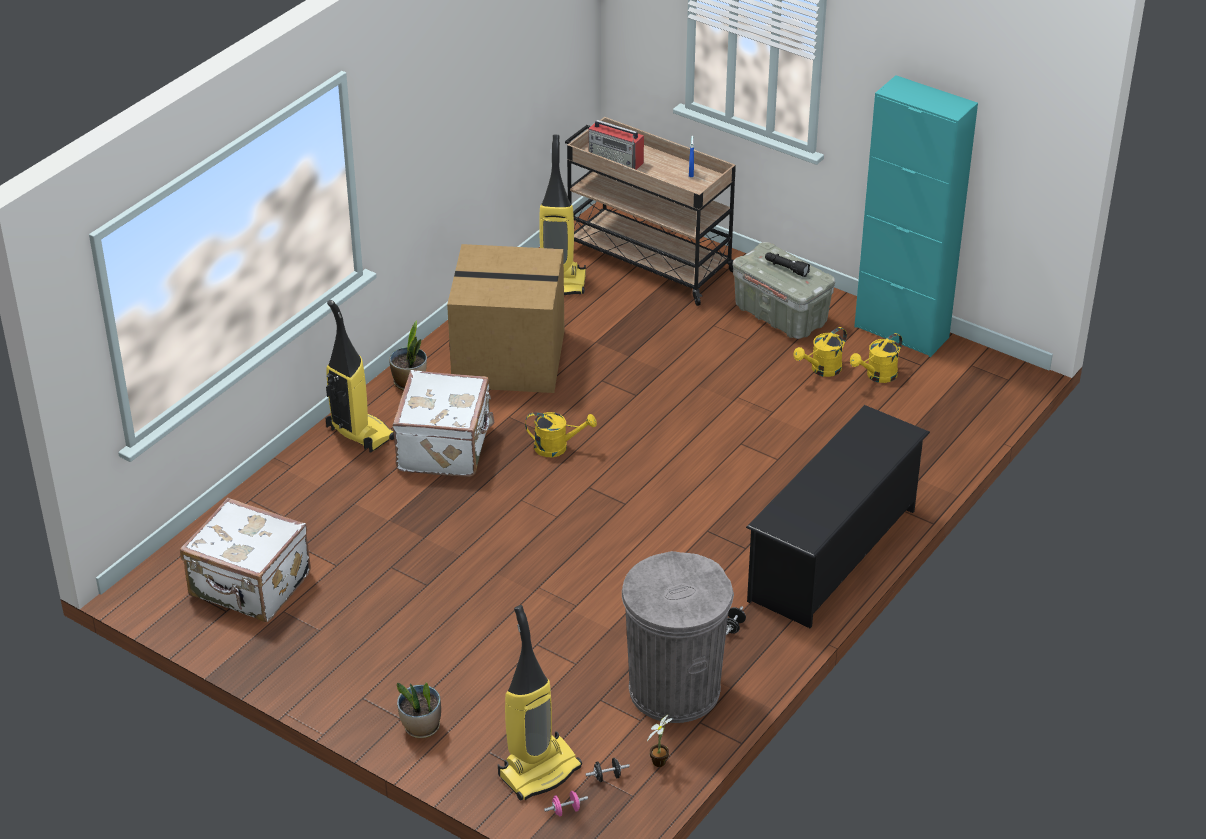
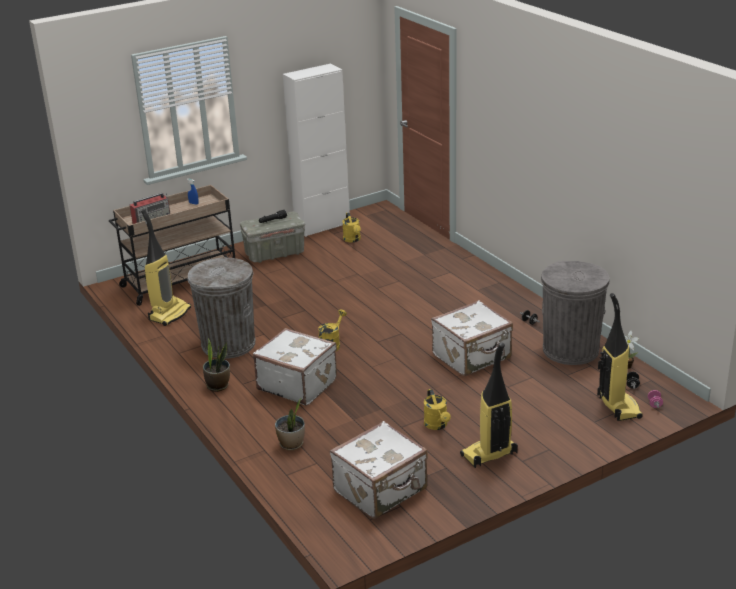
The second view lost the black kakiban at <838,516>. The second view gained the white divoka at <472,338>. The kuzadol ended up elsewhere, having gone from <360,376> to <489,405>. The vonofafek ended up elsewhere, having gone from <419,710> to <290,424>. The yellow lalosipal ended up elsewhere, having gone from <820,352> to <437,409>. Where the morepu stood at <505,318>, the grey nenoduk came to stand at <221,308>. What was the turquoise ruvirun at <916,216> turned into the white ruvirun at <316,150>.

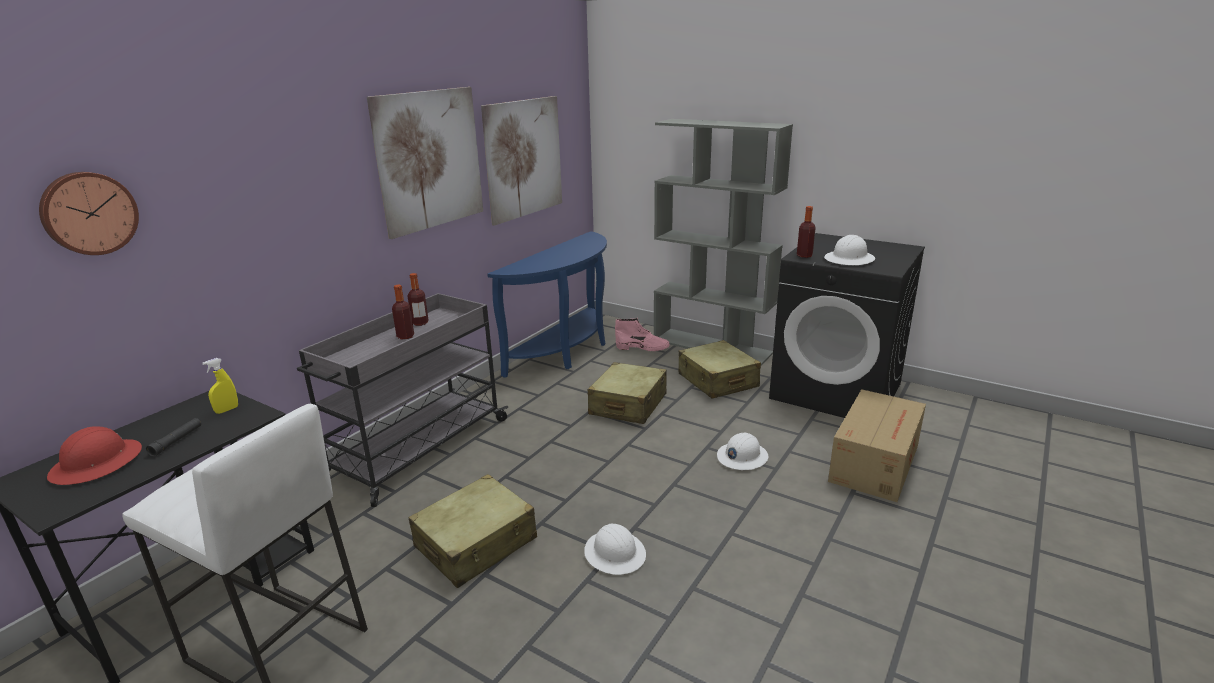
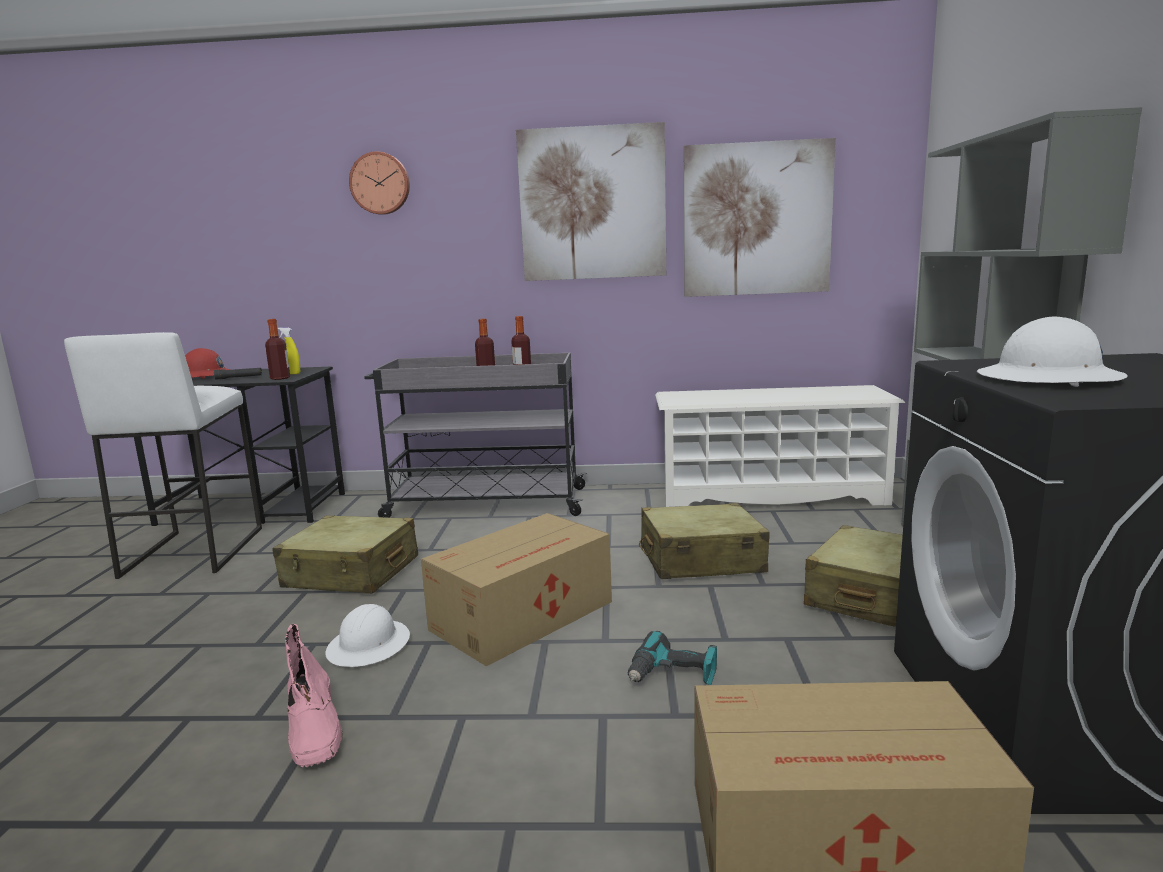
The second view gained the morepu at <516,589>. The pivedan ended up elsewhere, having gone from <89,213> to <379,183>. The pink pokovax ended up elsewhere, having gone from <642,334> to <314,695>. The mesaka ended up elsewhere, having gone from <806,232> to <277,349>. Where the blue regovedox stood at <547,304>, the white kakiban came to stand at <780,446>. Where the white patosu stood at <743,451>, the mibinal came to stand at <672,658>.

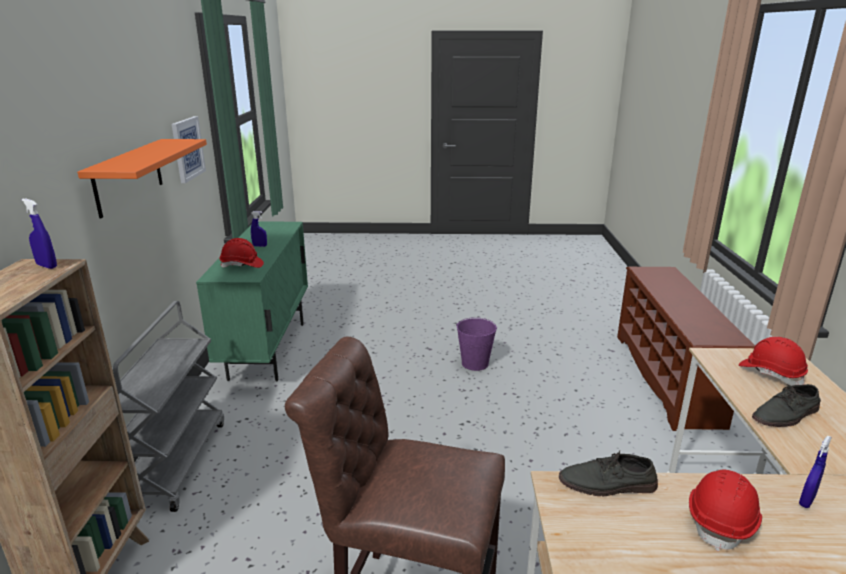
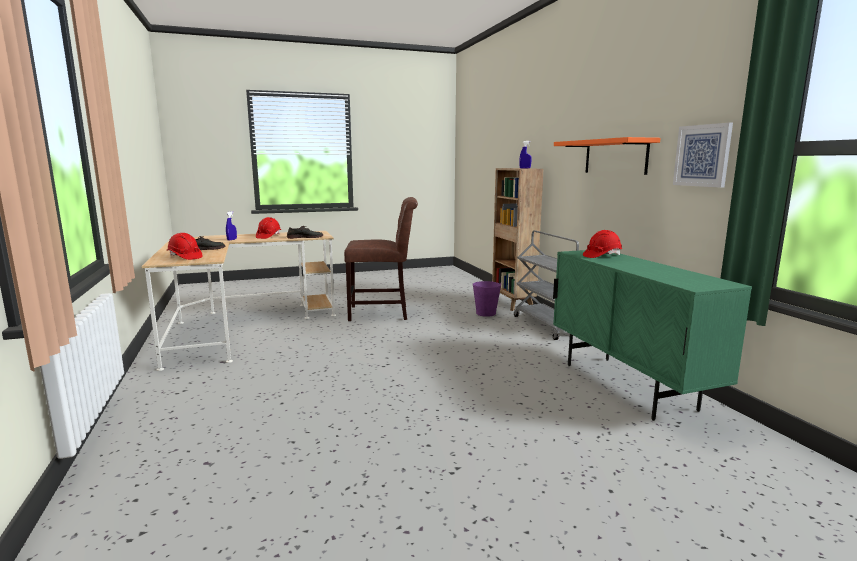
The second view lost the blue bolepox at <259,229>. The second view lost the brown kakiban at <686,349>. The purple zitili ended up elsewhere, having gone from <476,344> to <487,299>.

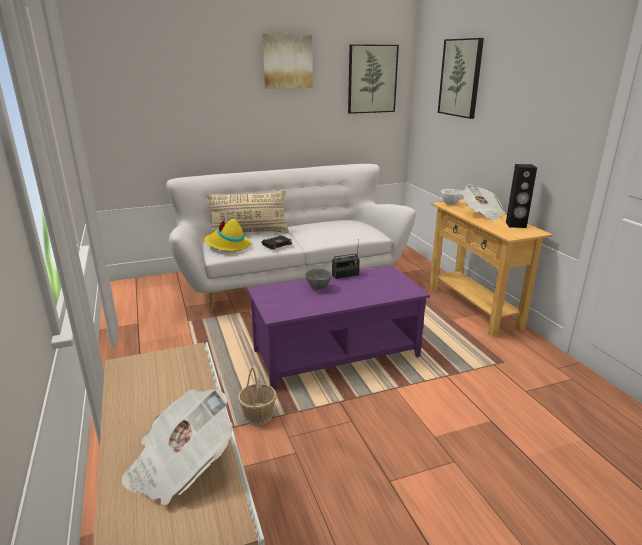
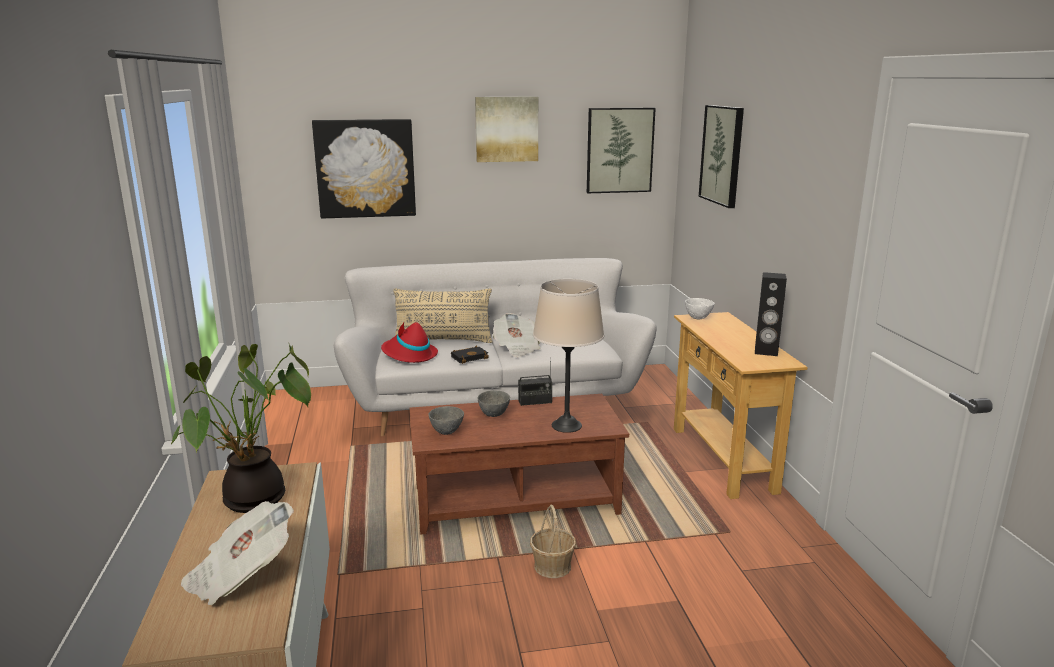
The second view gained the vonofafek at <241,428>. The second view gained the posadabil at <364,168>. The second view gained the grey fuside at <446,420>. The second view gained the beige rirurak at <568,356>. The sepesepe ended up elsewhere, having gone from <257,396> to <553,541>. The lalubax ended up elsewhere, having gone from <483,202> to <517,335>. What was the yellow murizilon at <227,235> turned into the red murizilon at <409,342>. What was the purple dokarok at <338,327> turned into the brown dokarok at <519,464>.

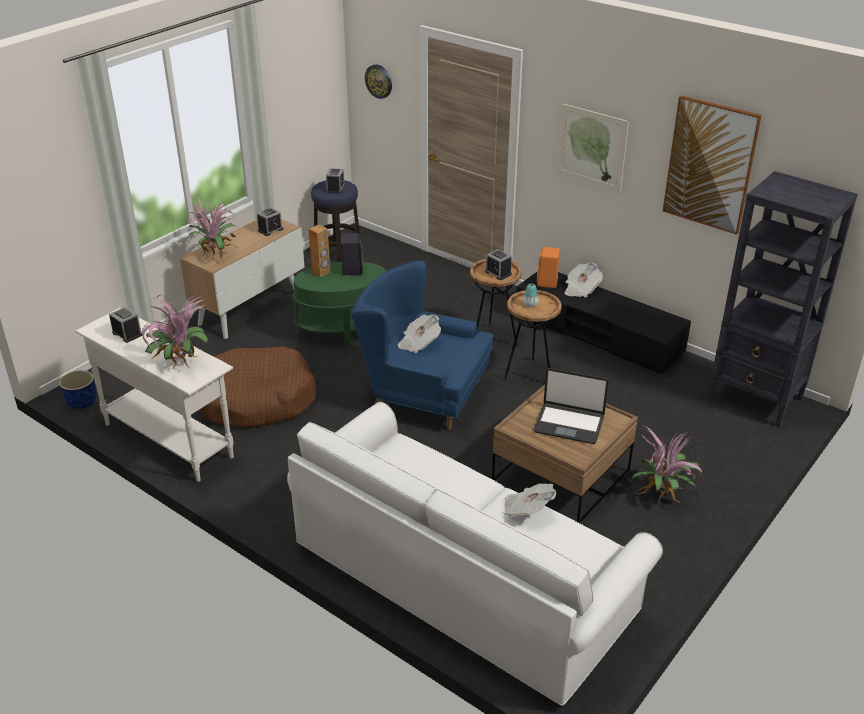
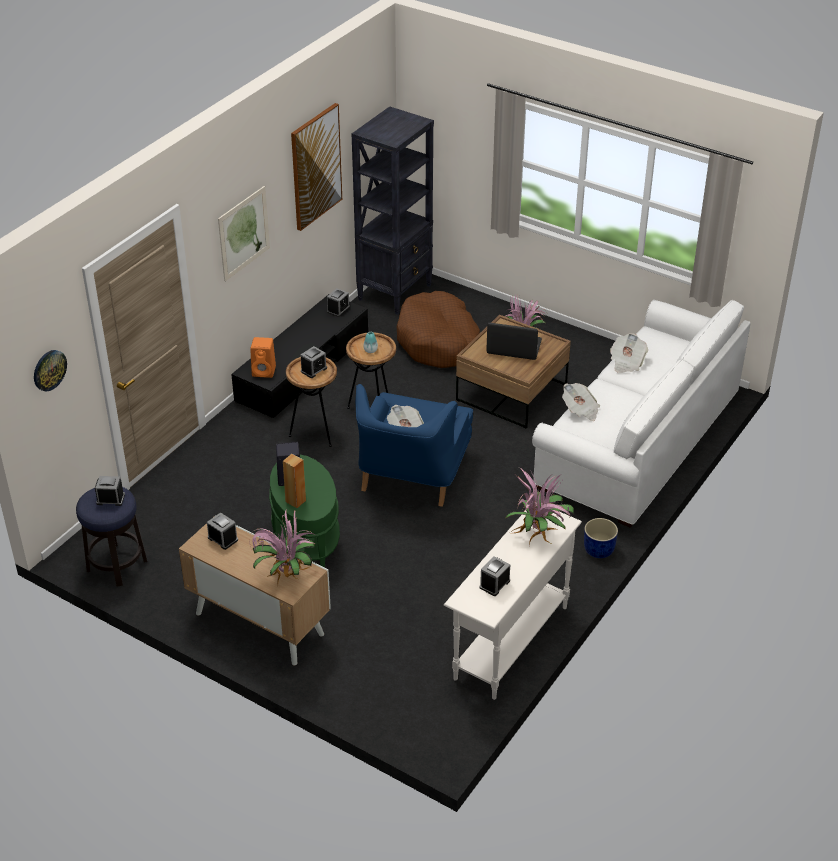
The second view gained the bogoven at <338,302>. The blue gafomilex ended up elsewhere, having gone from <78,390> to <601,538>. The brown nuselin ended up elsewhere, having gone from <258,387> to <438,329>. The lalubax ended up elsewhere, having gone from <584,280> to <581,402>. The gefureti at <571,406> ended up facing another way, 90 degrees counterclockwise from before.

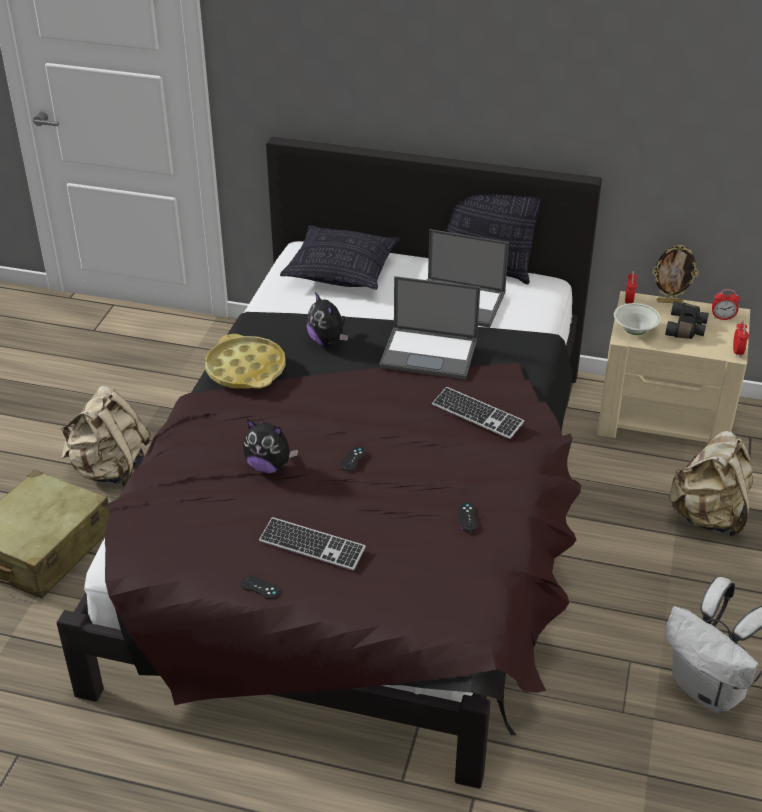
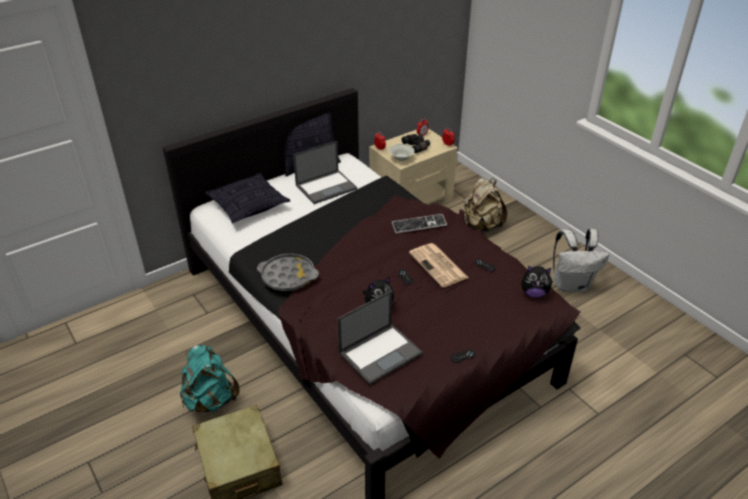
The second view lost the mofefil at <312,543>. The second view lost the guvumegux at <676,274>. The second view gained the lalubax at <438,265>. The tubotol ended up elsewhere, having gone from <327,319> to <537,281>. The gefureti ended up elsewhere, having gone from <429,327> to <380,337>. What was the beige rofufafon at <106,436> turned into the turquoise rofufafon at <209,378>. What was the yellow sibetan at <245,361> turned into the grey sibetan at <288,272>.

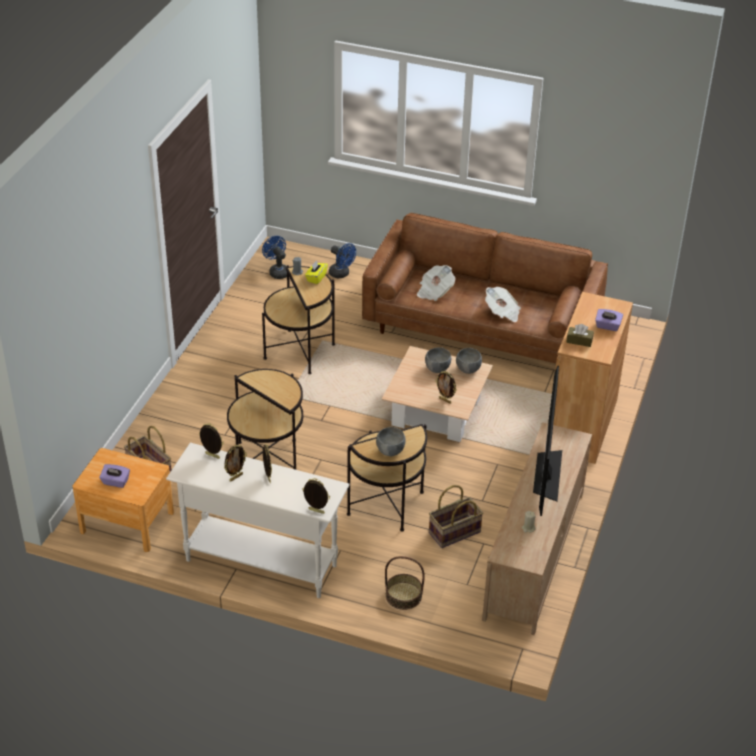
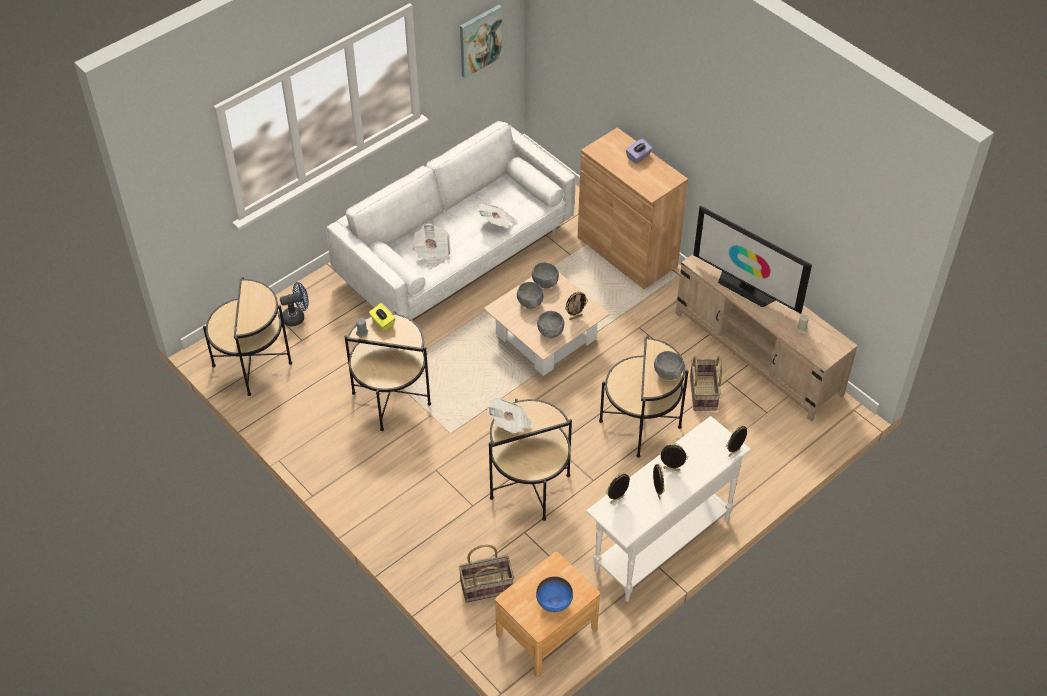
The second view lost the sepesepe at <405,583>. The second view lost the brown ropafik at <580,335>. The second view gained the posadabil at <481,41>. The second view gained the lalubax at <510,416>. The second view gained the grey fuside at <550,324>. Where the purple ropafik stood at <114,476>, the blue fuside came to stand at <554,594>. Where the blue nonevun stood at <274,257>, the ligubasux came to stand at <247,336>. What was the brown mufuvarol at <485,288> turned into the white mufuvarol at <451,220>.

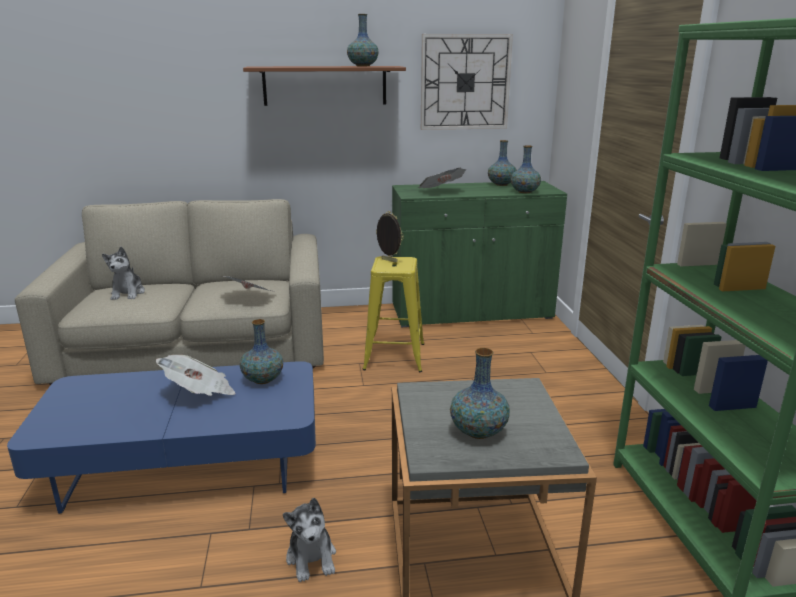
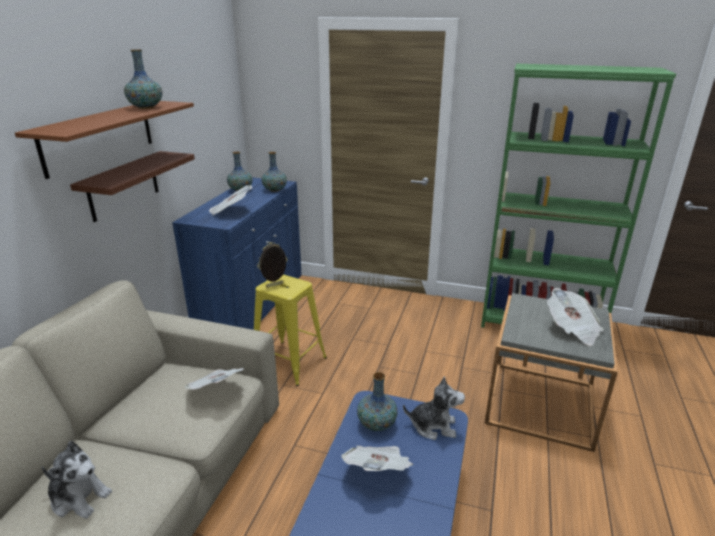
The second view lost the pivedan at <467,82>. The second view gained the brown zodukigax at <132,186>. The tubotol ended up elsewhere, having gone from <309,540> to <434,408>. Where the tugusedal stood at <480,393>, the lalubax came to stand at <575,317>. What was the green ruvirun at <479,254> turned into the blue ruvirun at <236,253>.

